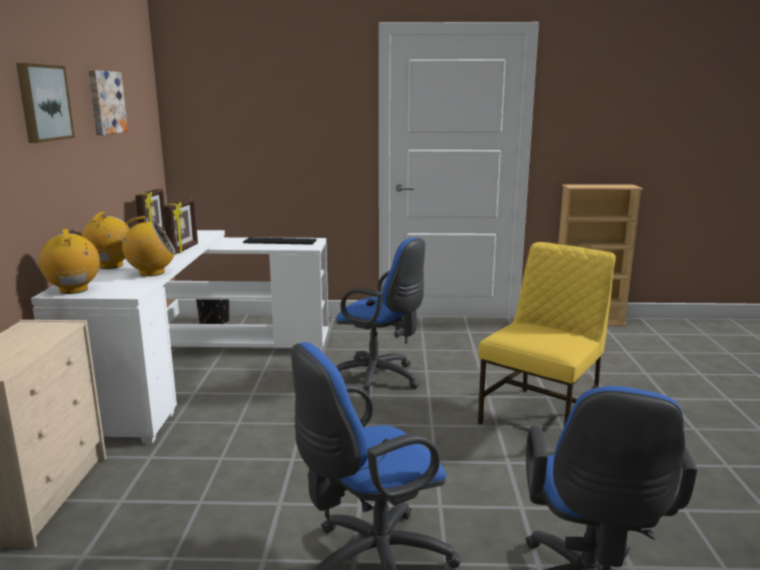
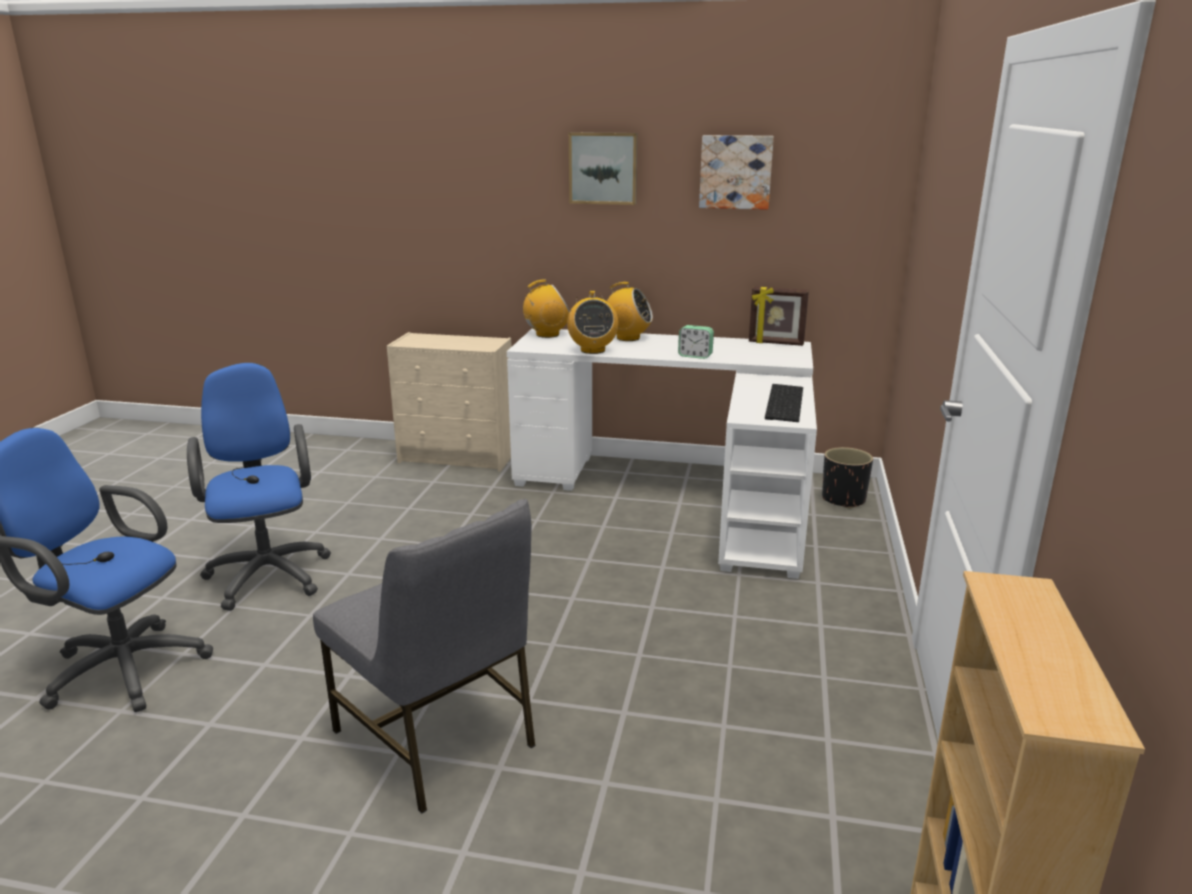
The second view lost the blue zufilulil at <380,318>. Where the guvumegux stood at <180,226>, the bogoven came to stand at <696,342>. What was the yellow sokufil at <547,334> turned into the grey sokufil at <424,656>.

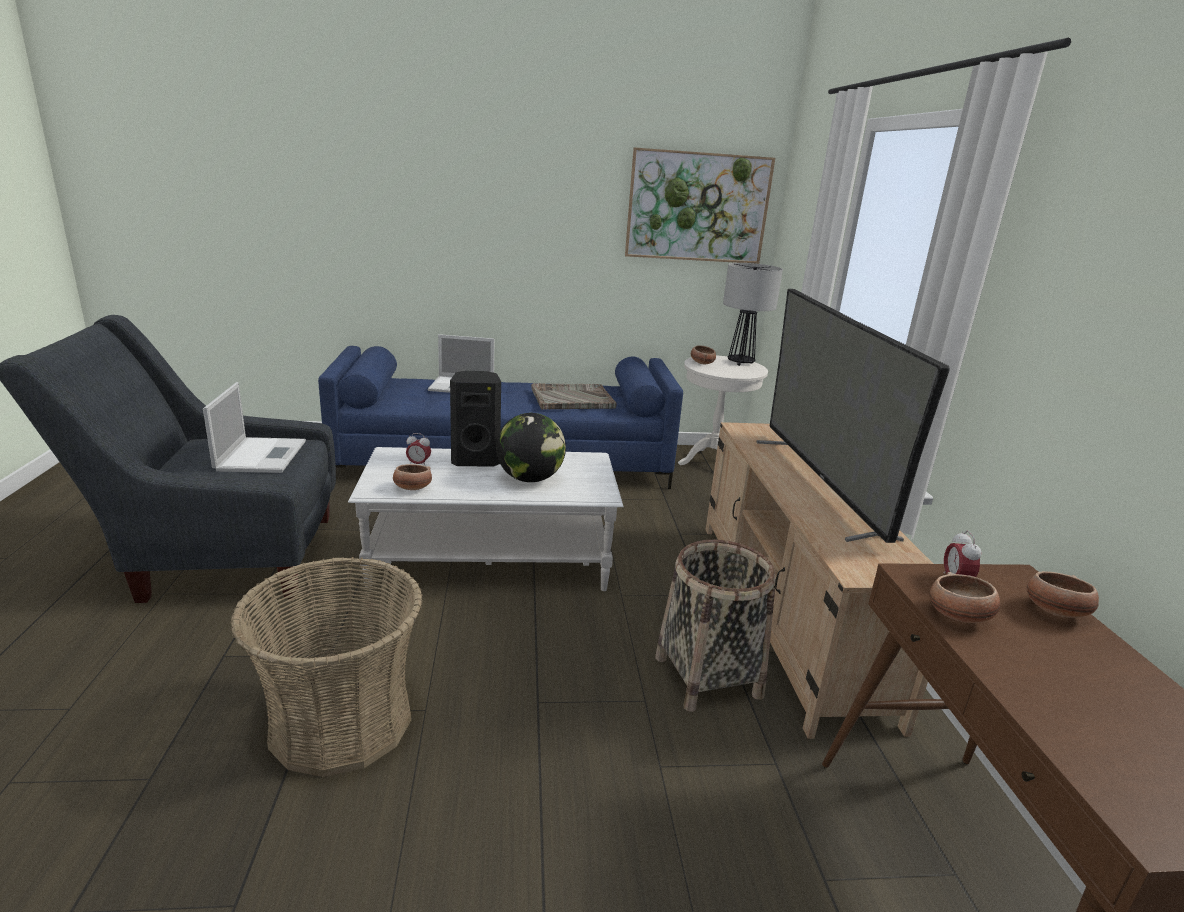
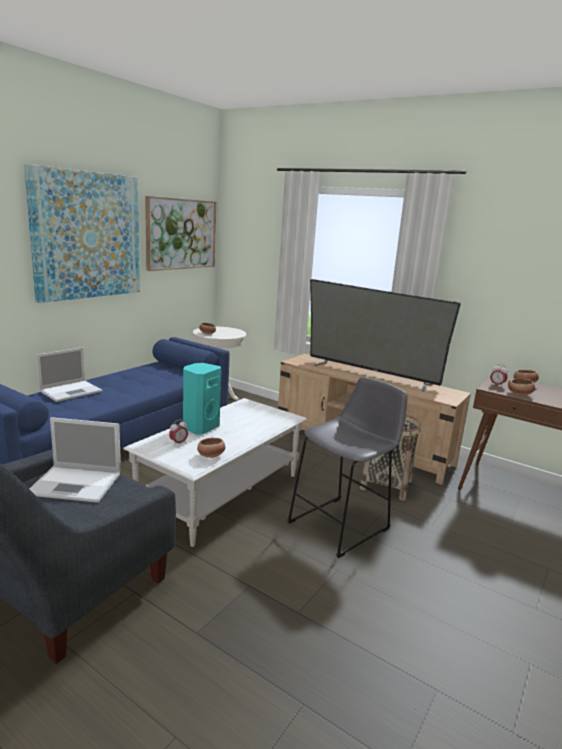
The second view lost the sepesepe at <326,667>. The second view lost the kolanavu at <531,447>. The second view lost the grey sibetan at <574,396>. The second view lost the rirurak at <753,314>. The second view gained the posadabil at <82,233>. The second view gained the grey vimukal at <347,467>. What was the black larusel at <475,419> turned into the turquoise larusel at <202,399>. The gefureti at <254,427> ended up facing another way, 150 degrees clockwise from before.

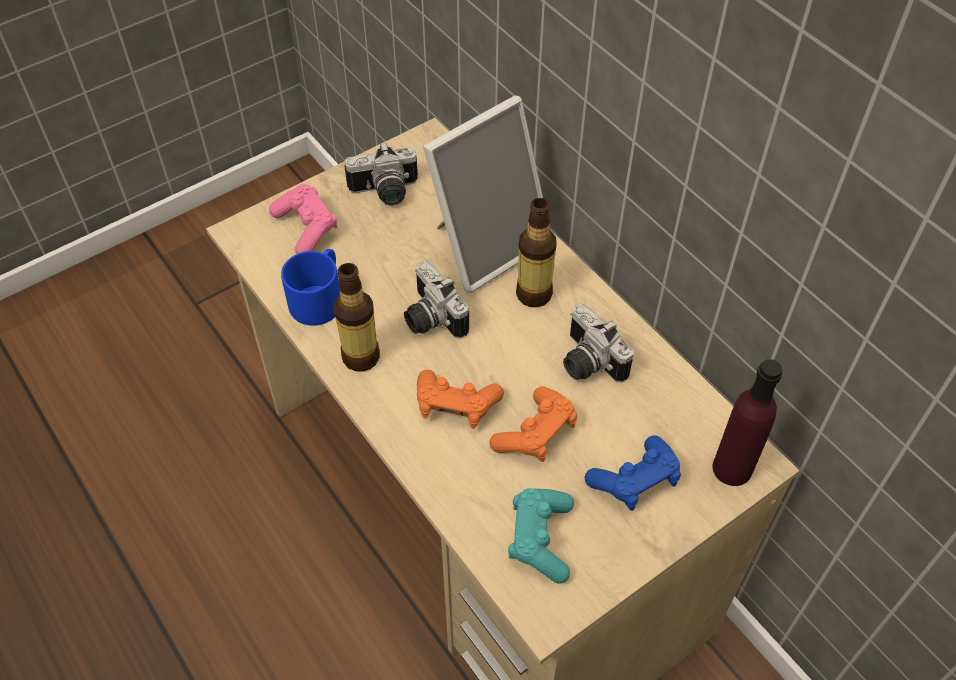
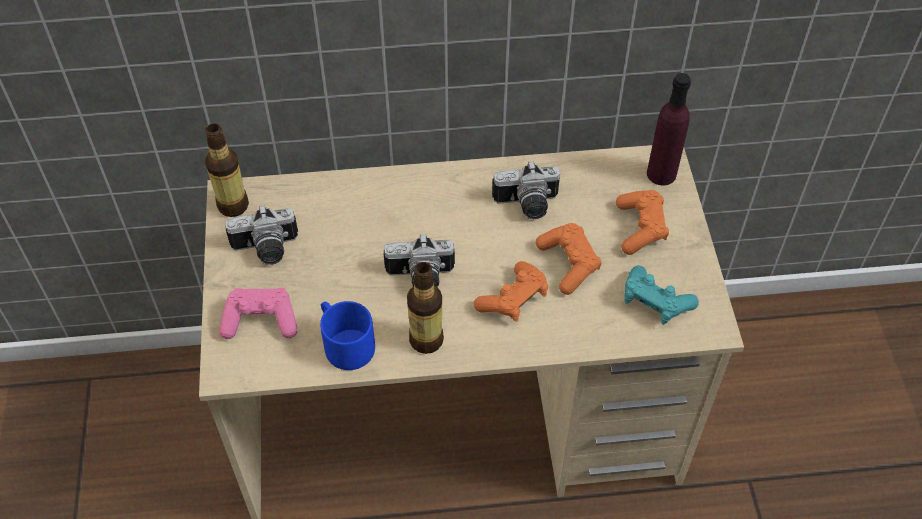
The second view lost the guvumegux at <483,194>. The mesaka ended up elsewhere, having gone from <536,252> to <227,170>. What was the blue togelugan at <633,473> turned into the orange togelugan at <642,222>. The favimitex at <381,174> ended up facing another way, 60 degrees clockwise from before.

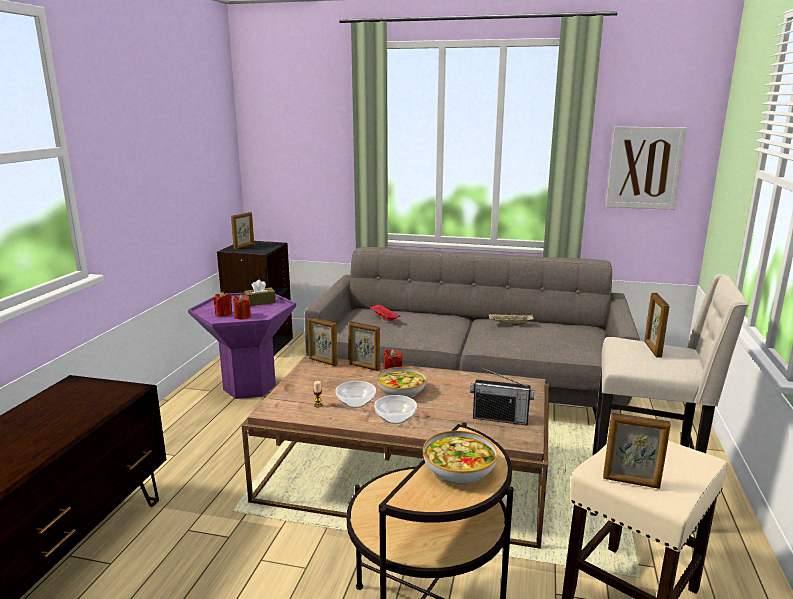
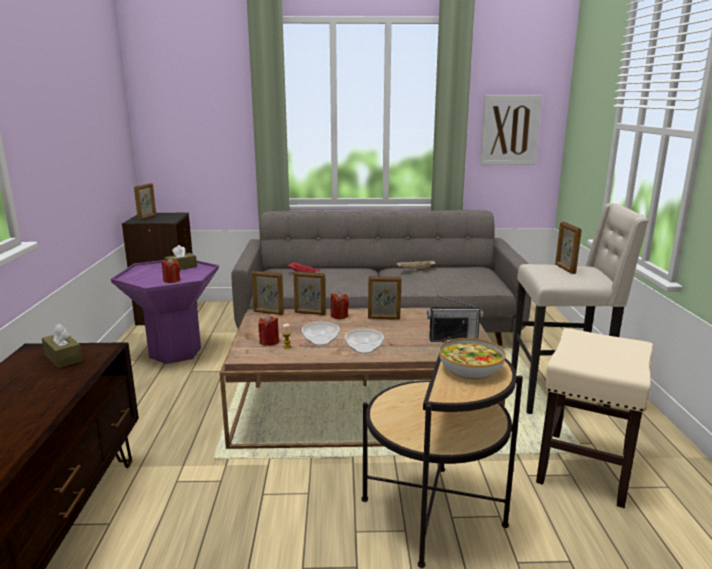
The second view lost the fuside at <402,382>. The second view gained the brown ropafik at <62,346>. The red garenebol ended up elsewhere, having gone from <223,304> to <268,330>. The guvumegux ended up elsewhere, having gone from <637,451> to <385,297>.

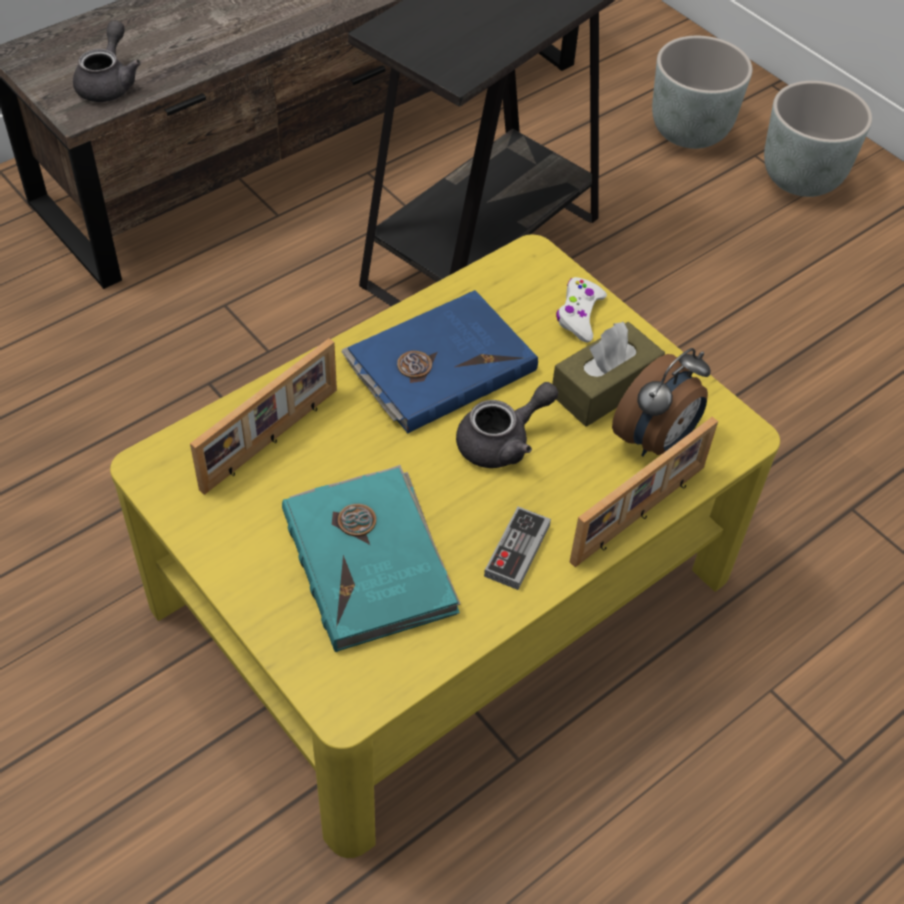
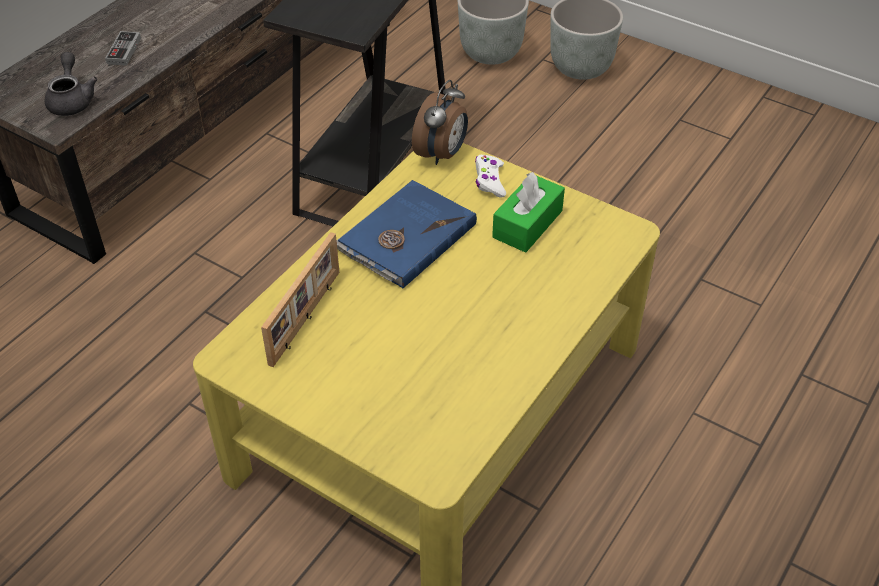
The second view lost the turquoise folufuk at <371,558>. The second view lost the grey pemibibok at <507,425>. The second view lost the guvumegux at <644,492>. The togelugan ended up elsewhere, having gone from <517,548> to <123,48>. The bogoven ended up elsewhere, having gone from <661,402> to <440,122>. What was the brown ropafik at <608,374> turned into the green ropafik at <528,212>.

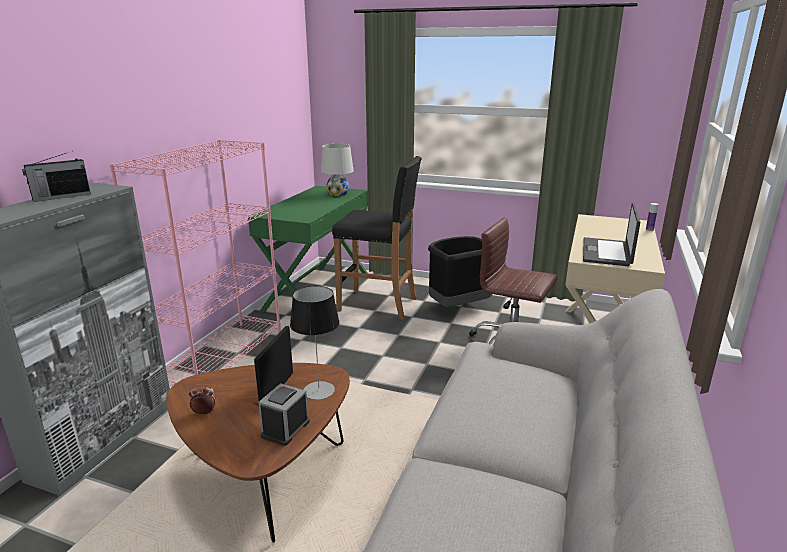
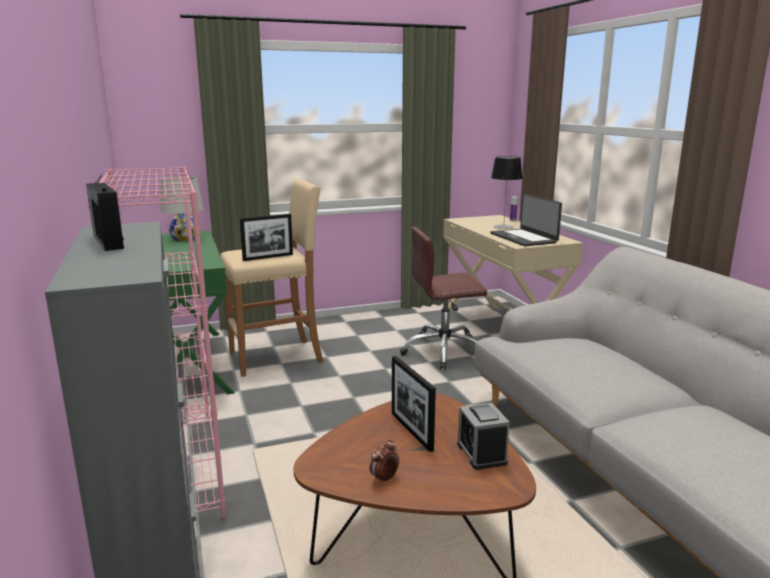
The second view lost the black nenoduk at <460,271>. The second view gained the guvumegux at <266,237>. The rirurak ended up elsewhere, having gone from <315,343> to <506,192>. What was the black vimukal at <377,238> turned into the beige vimukal at <272,277>. The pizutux at <56,177> ended up facing another way, 135 degrees clockwise from before.

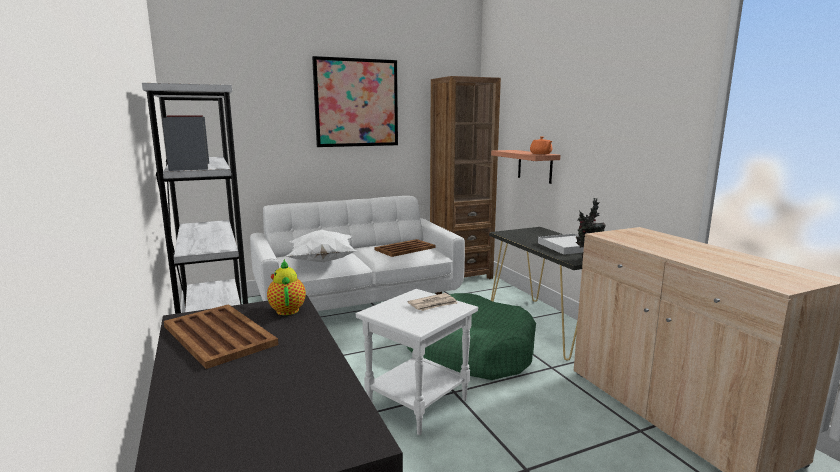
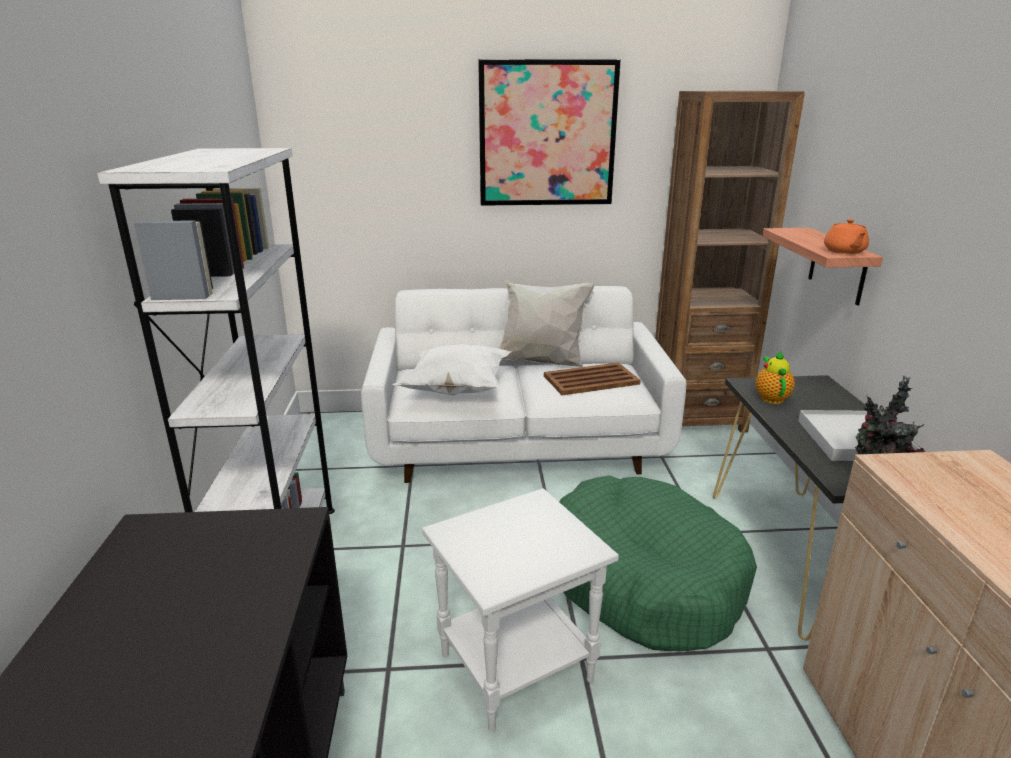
The second view lost the brown sibetan at <221,336>. The second view lost the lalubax at <432,302>. The second view gained the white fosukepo at <546,323>. The pemibibok ended up elsewhere, having gone from <286,287> to <775,377>.

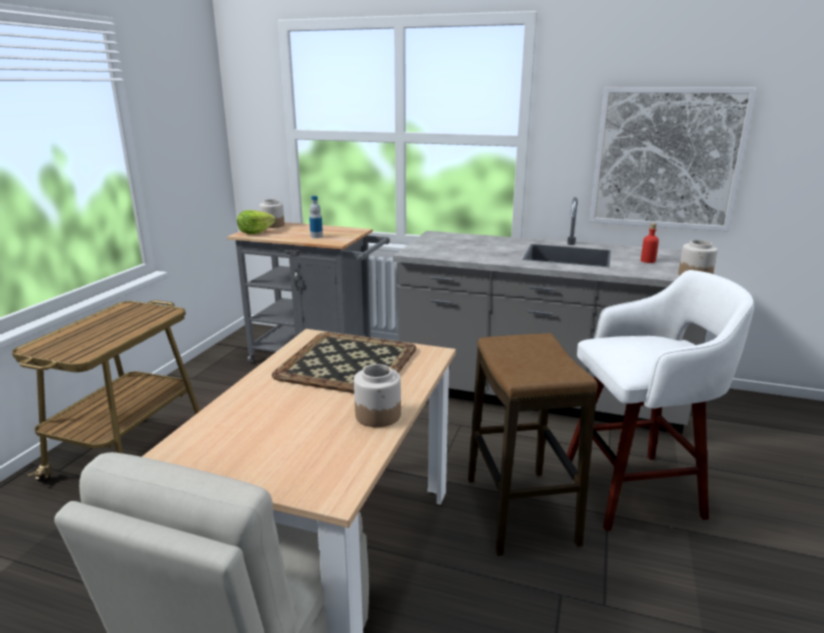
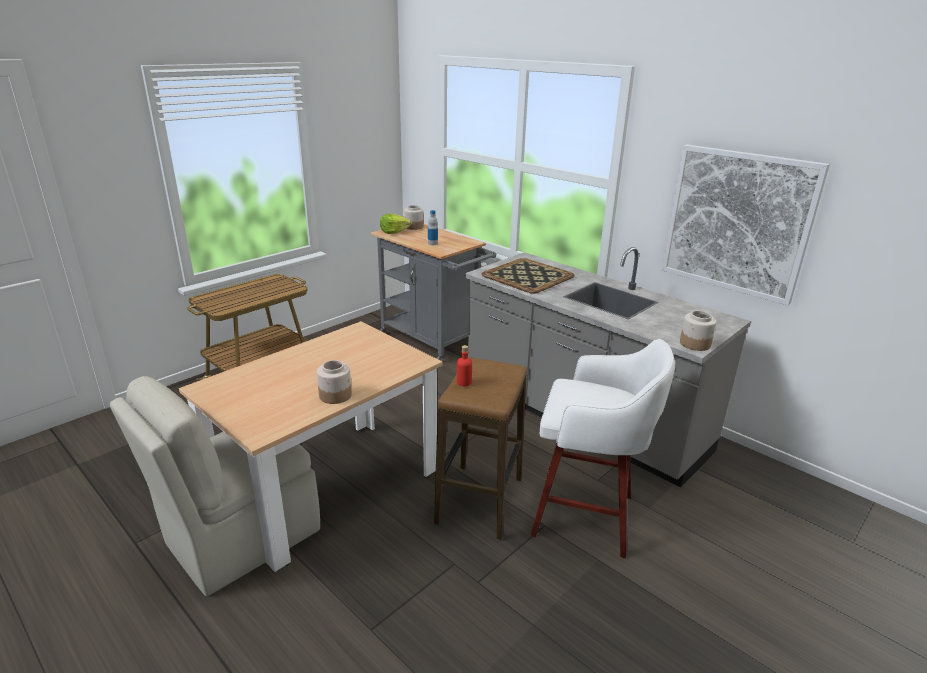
The sibetan ended up elsewhere, having gone from <344,362> to <528,276>. The red mesaka ended up elsewhere, having gone from <650,243> to <464,365>.

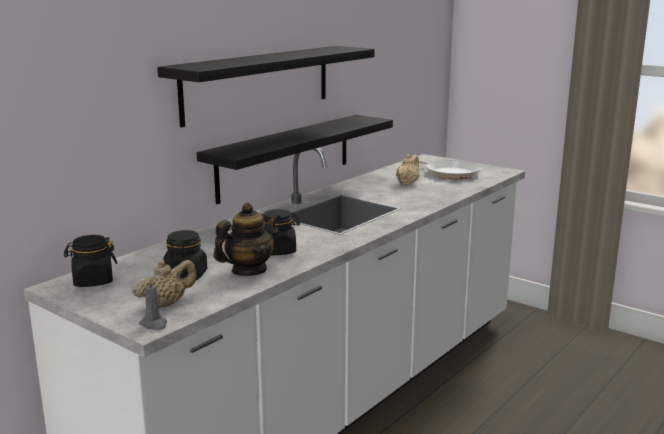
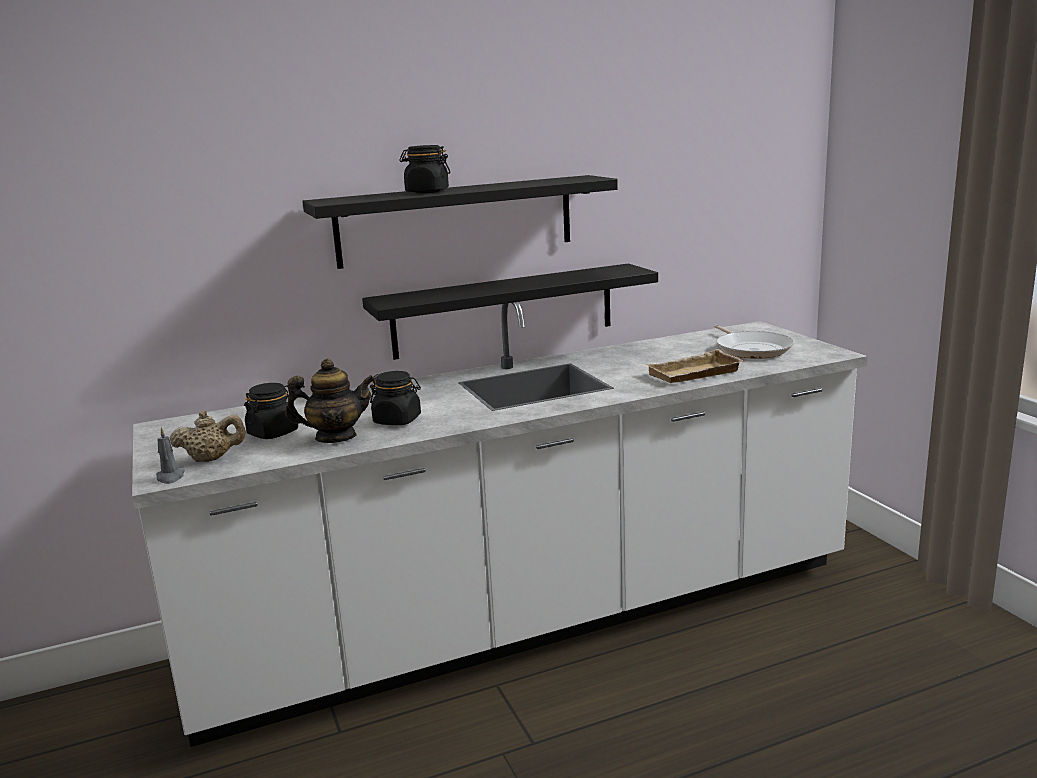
The second view lost the beige pemibibok at <408,169>. The second view gained the beige sibetan at <694,366>. The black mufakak ended up elsewhere, having gone from <90,261> to <425,169>.

